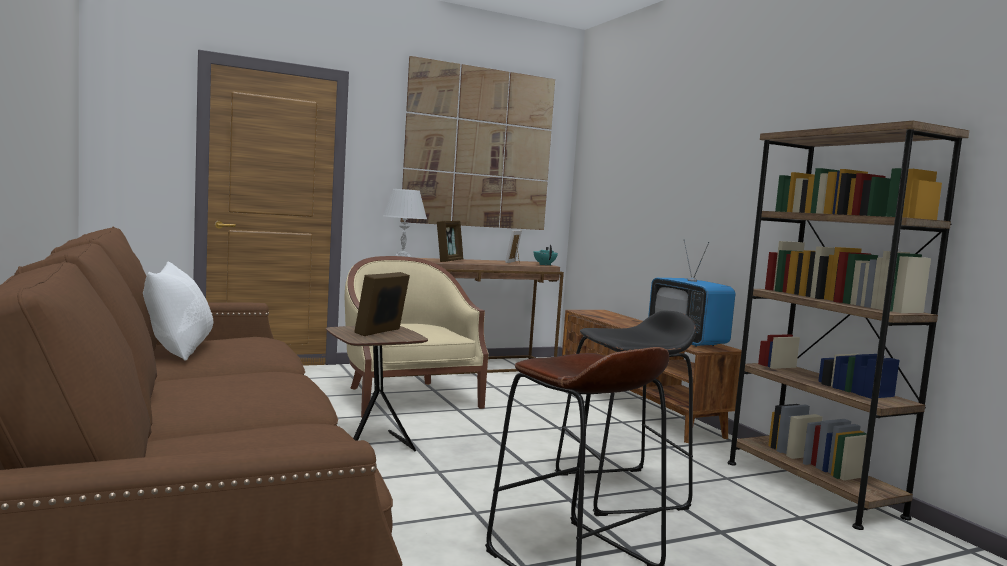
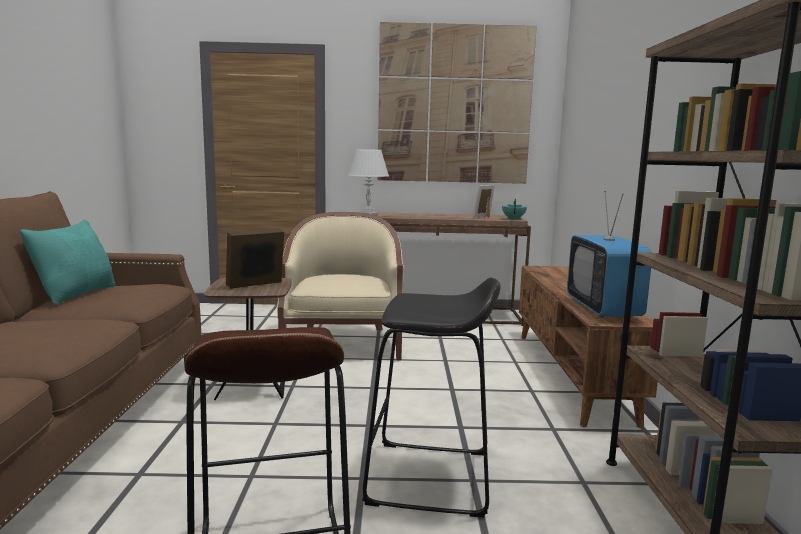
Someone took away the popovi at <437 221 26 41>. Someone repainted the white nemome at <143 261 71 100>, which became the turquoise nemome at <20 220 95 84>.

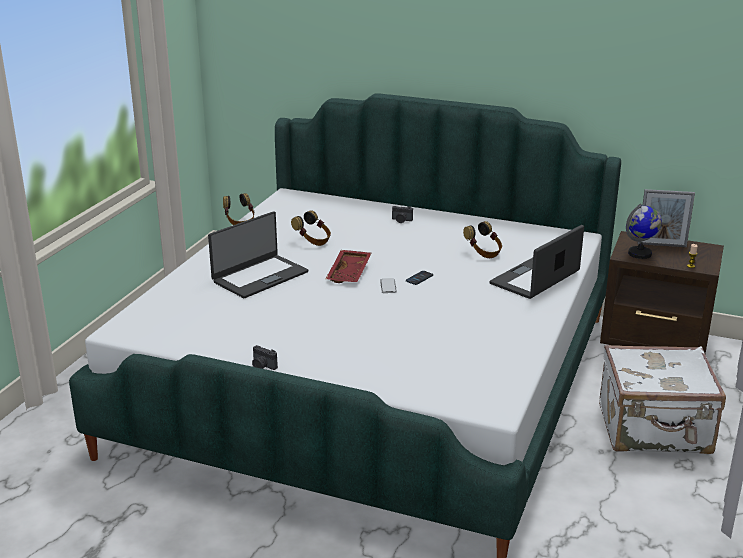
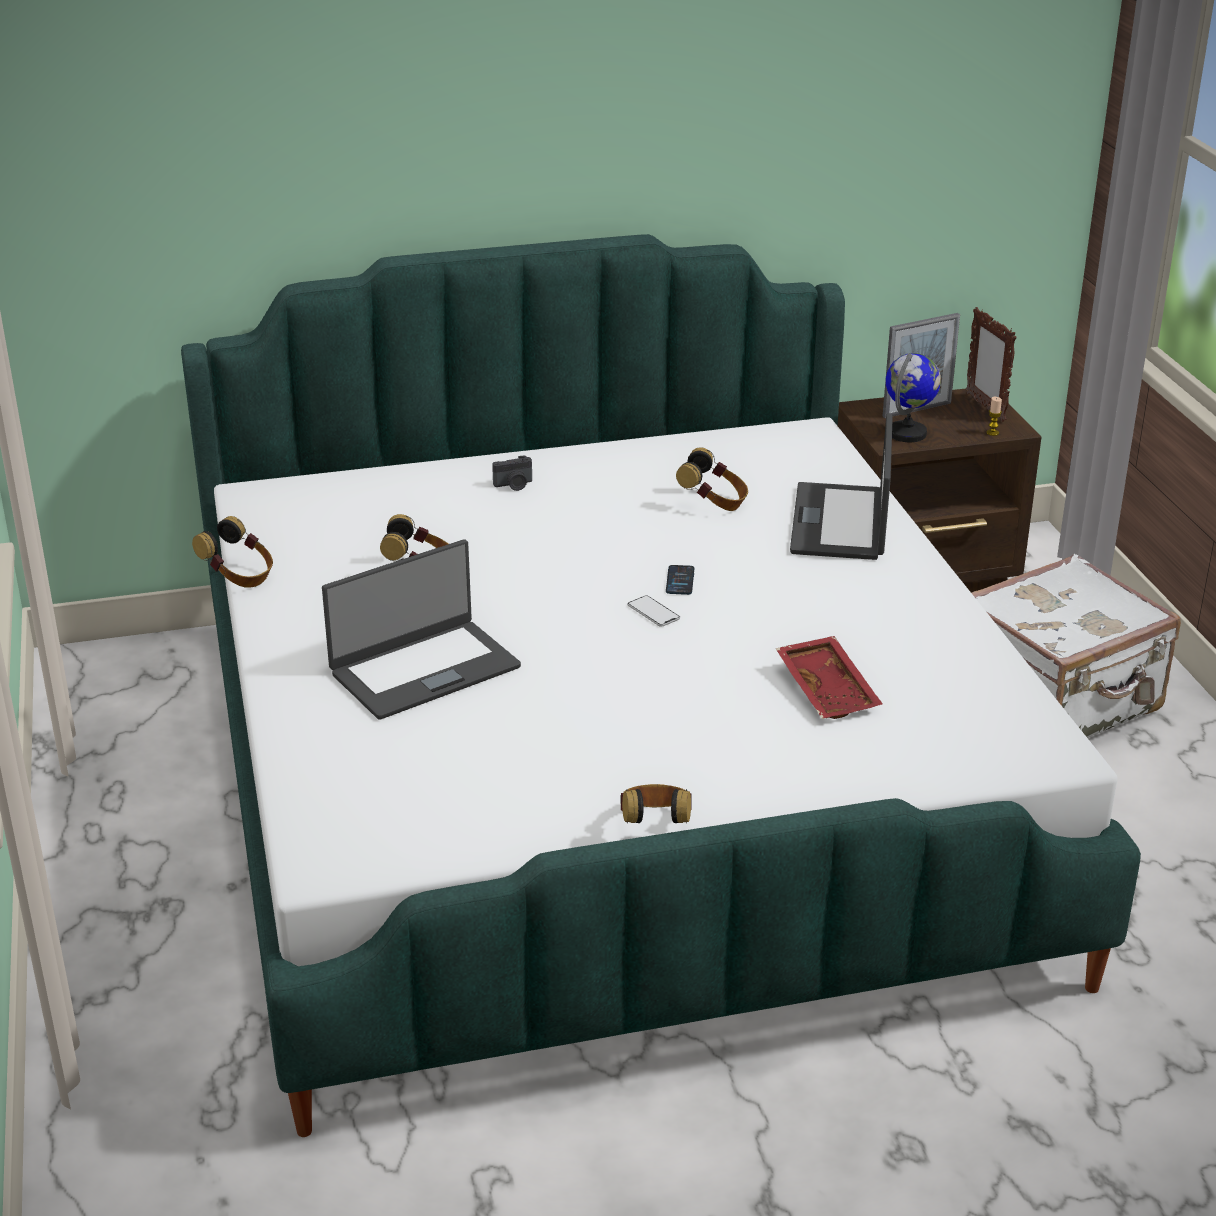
Someone put down the popovi at <966 307 51 115>. Someone carried the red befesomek from <326 250 45 33> to <776 636 107 83>. Someone swapped the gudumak at <252 345 26 25> for the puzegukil at <621 784 71 39>. Someone rotated the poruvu at <208 211 100 87> by 45 degrees clockwise.

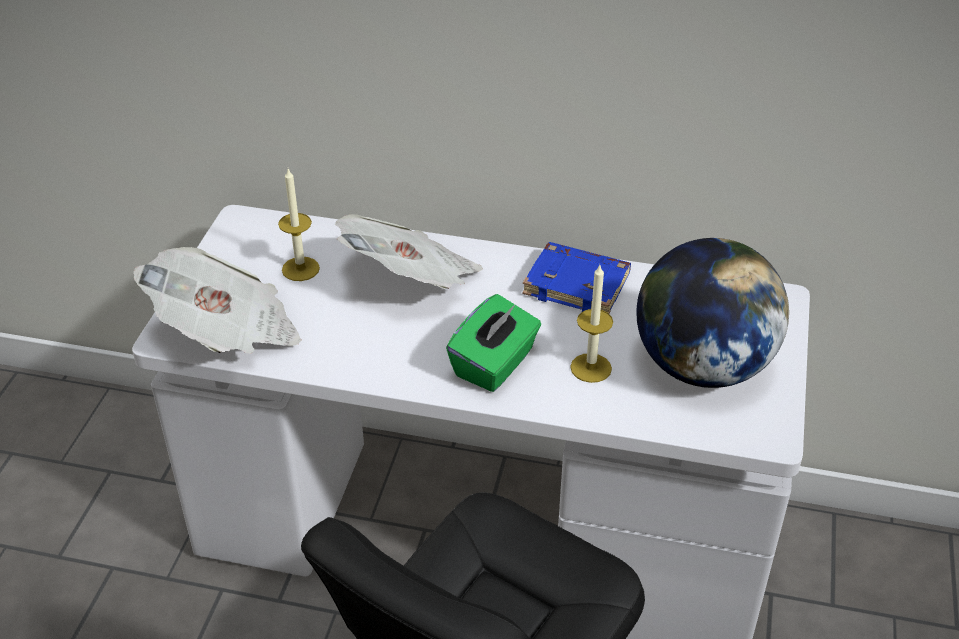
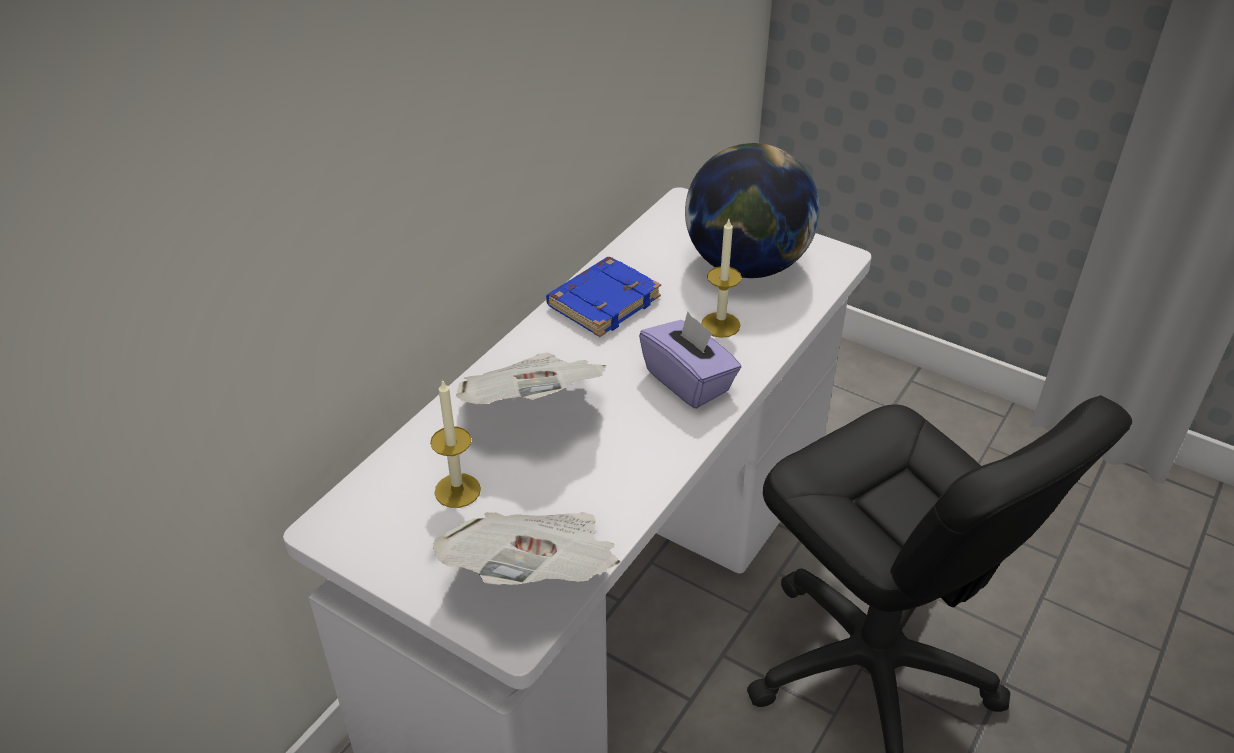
Someone repainted the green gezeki at <446 294 95 98>, which became the purple gezeki at <639 312 102 97>.

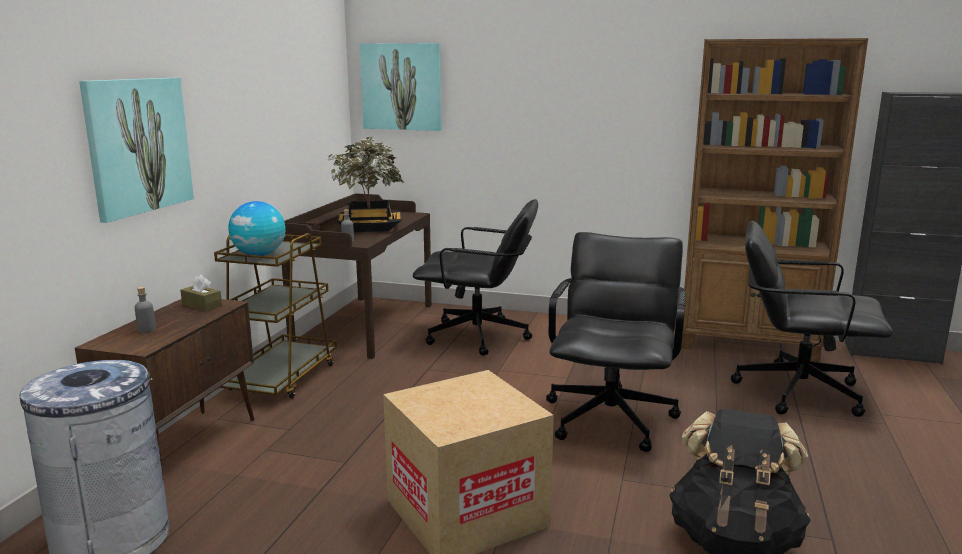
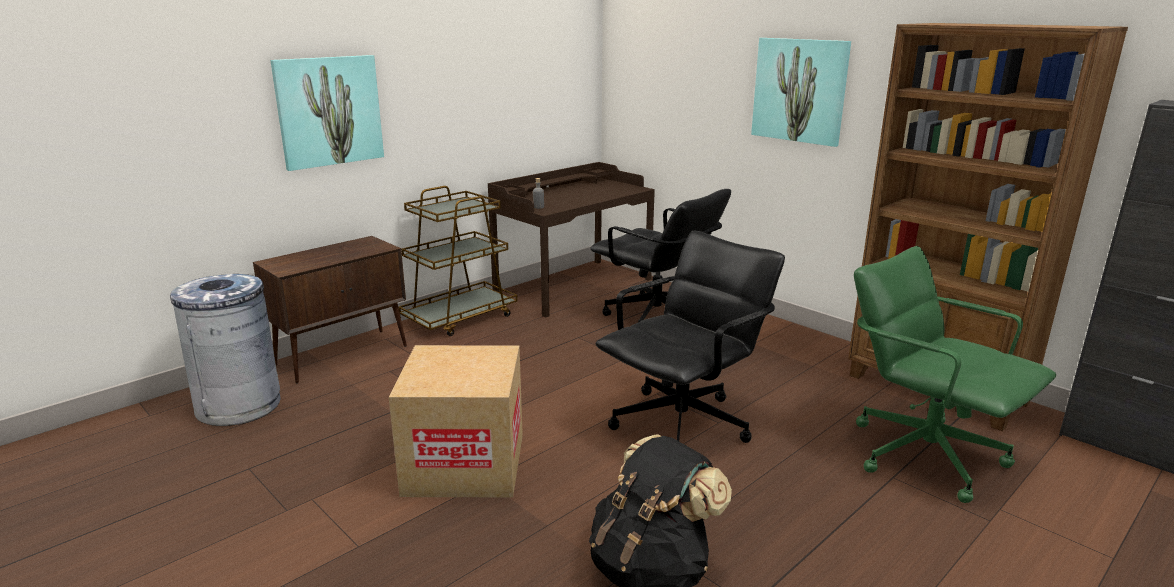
Someone took away the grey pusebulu at <134 287 22 46>. Someone took away the brown gezeki at <180 275 42 36>. Someone took away the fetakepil at <228 201 58 55>. Someone took away the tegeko at <327 137 77 95>. Someone carried the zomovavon from <360 43 82 88> to <751 38 100 109>. Someone repainted the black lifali at <731 221 162 196>, which became the green lifali at <854 246 202 257>.

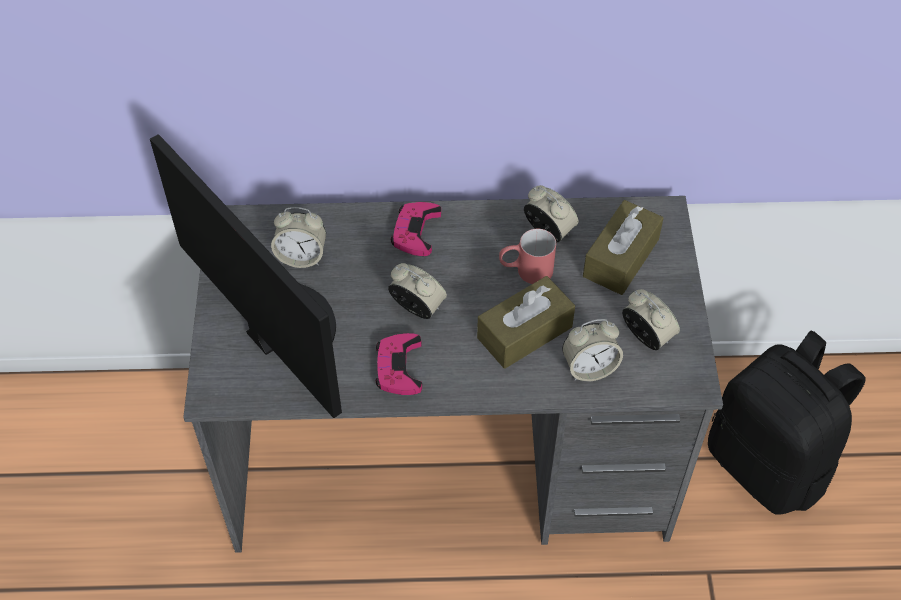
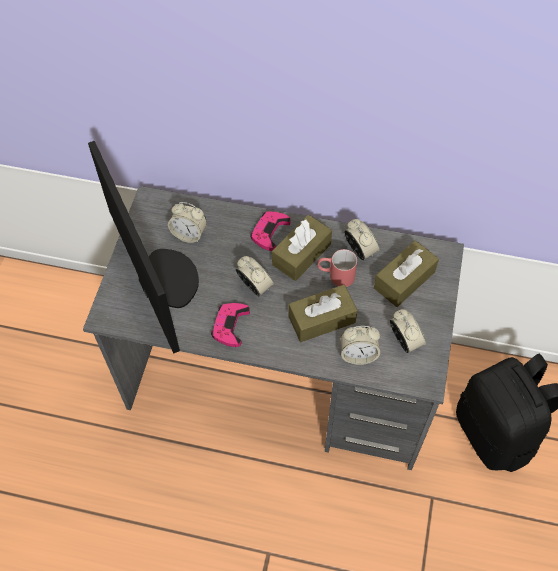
Someone put down the brown gezeki at <272 215 60 66>.

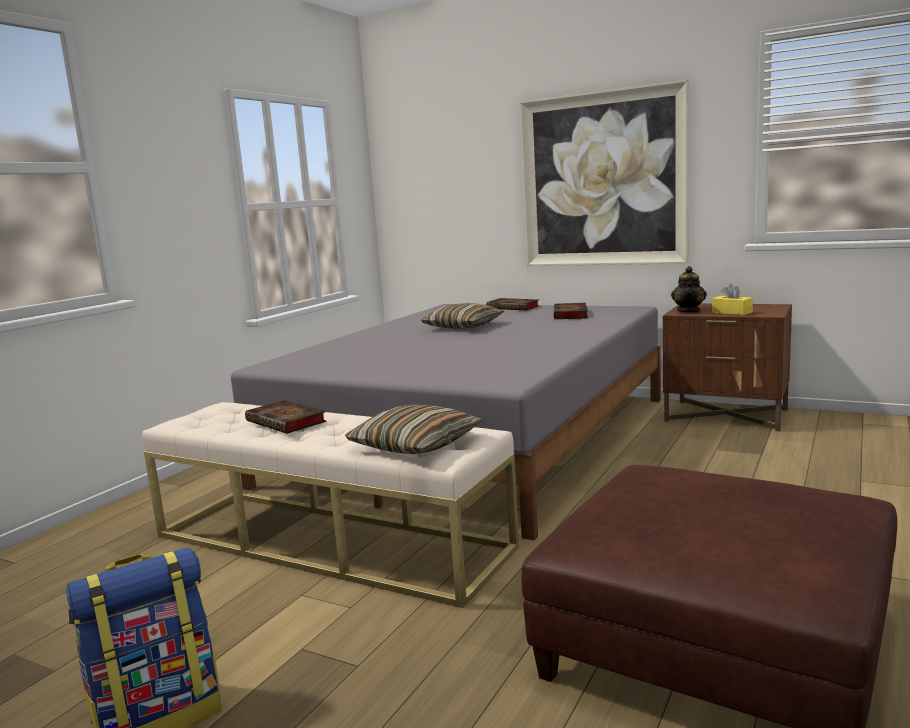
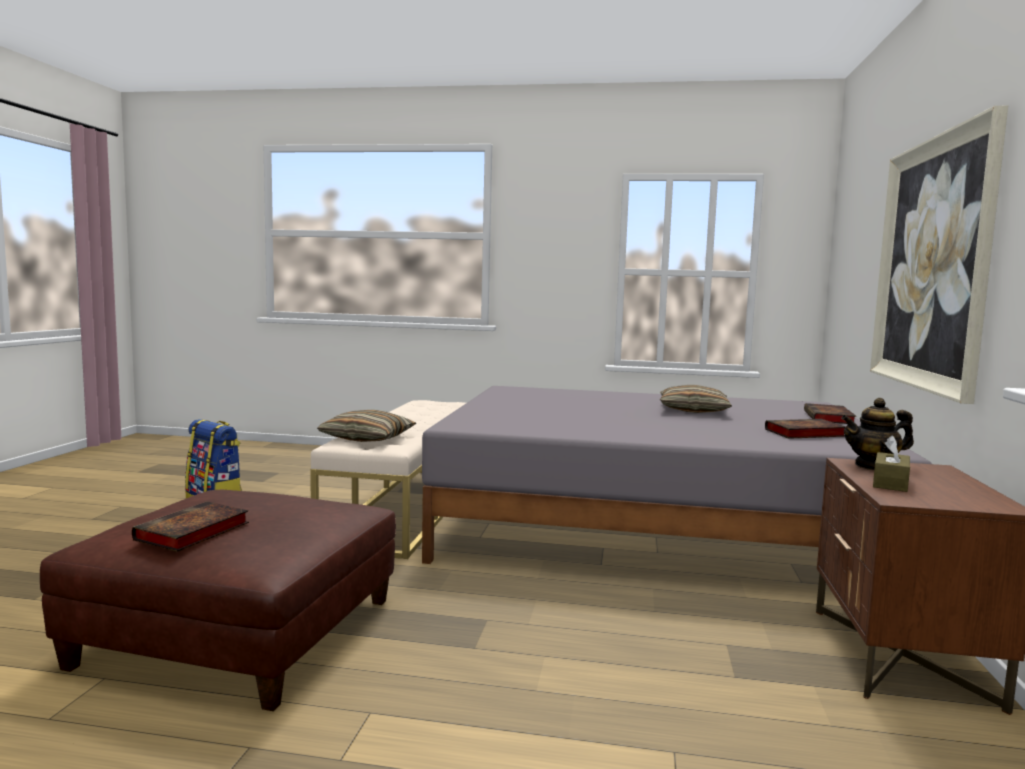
Someone carried the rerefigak from <245 400 82 34> to <132 502 117 50>. Someone repainted the yellow gezeki at <712 284 41 31>, which became the brown gezeki at <873 435 37 57>.

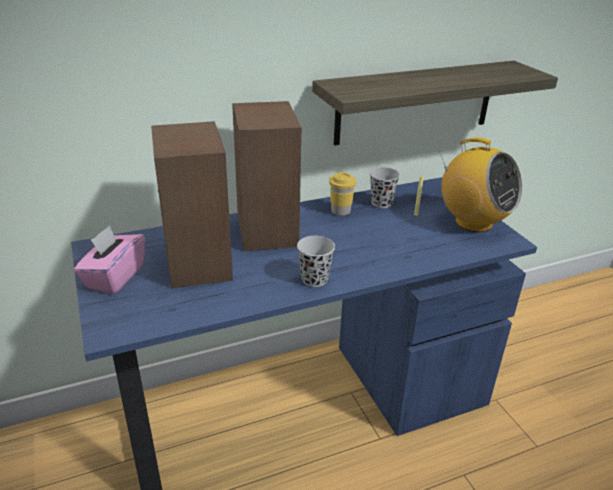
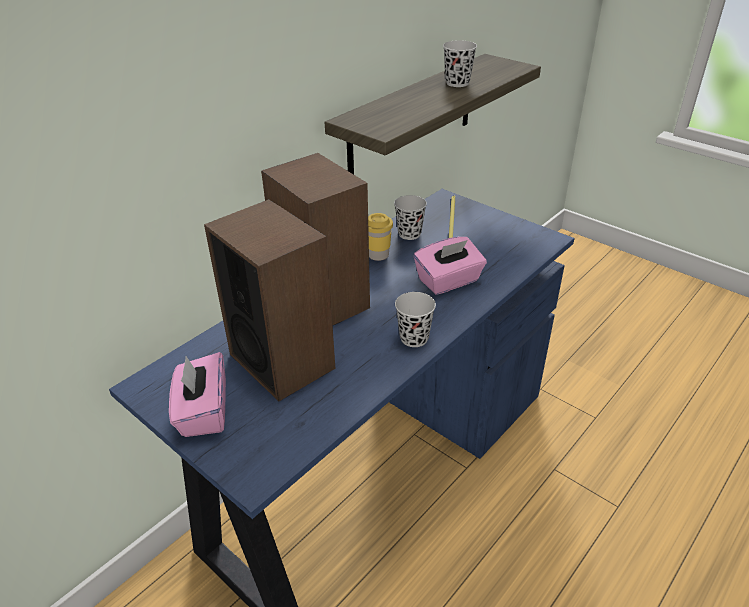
Someone took away the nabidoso at <439 137 83 95>. Someone put down the pink gezeki at <414 237 73 58>. Someone put down the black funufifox at <443 40 34 47>.

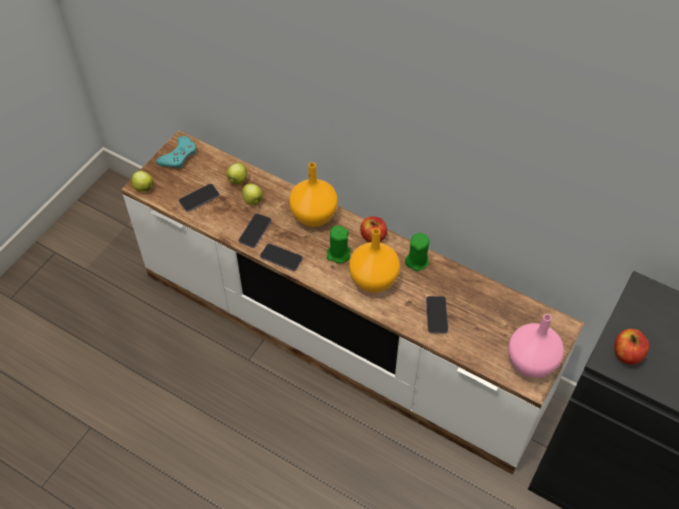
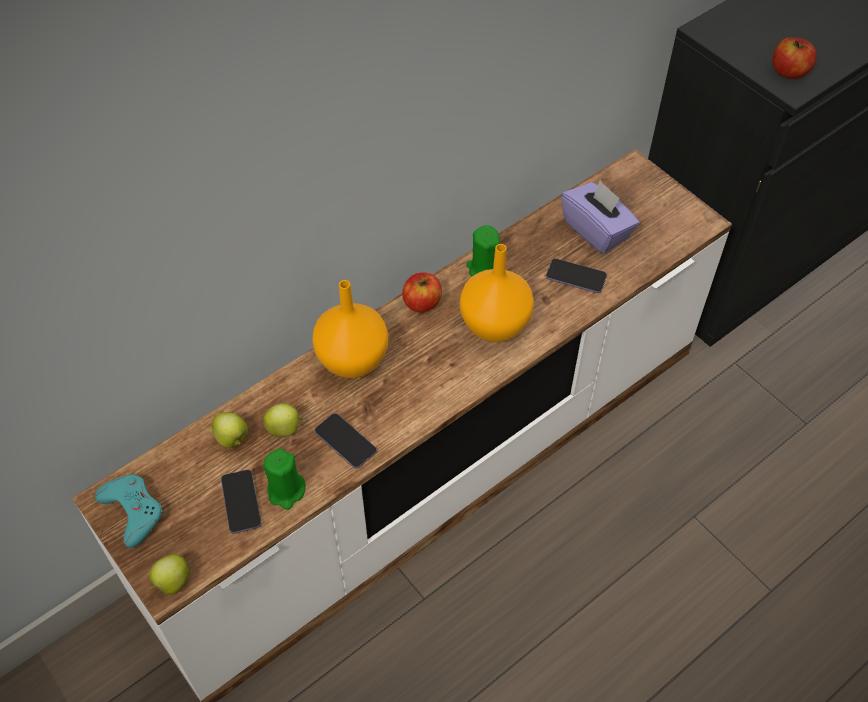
Someone took away the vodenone at <260 244 43 27>. Someone took away the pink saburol at <508 314 56 64>. Someone put down the purple gezeki at <561 180 79 74>. Someone carried the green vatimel from <327 226 24 37> to <263 448 43 62>.

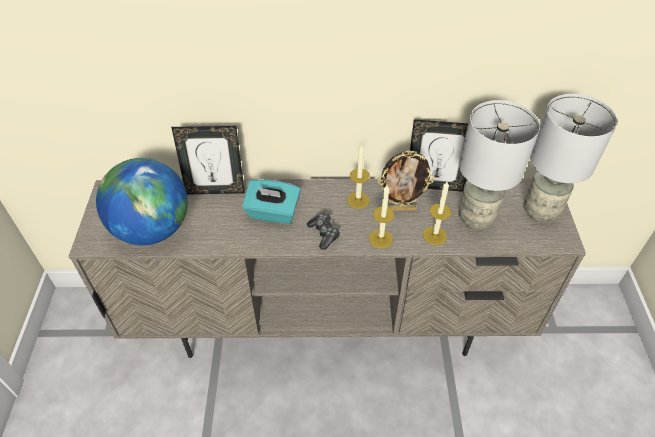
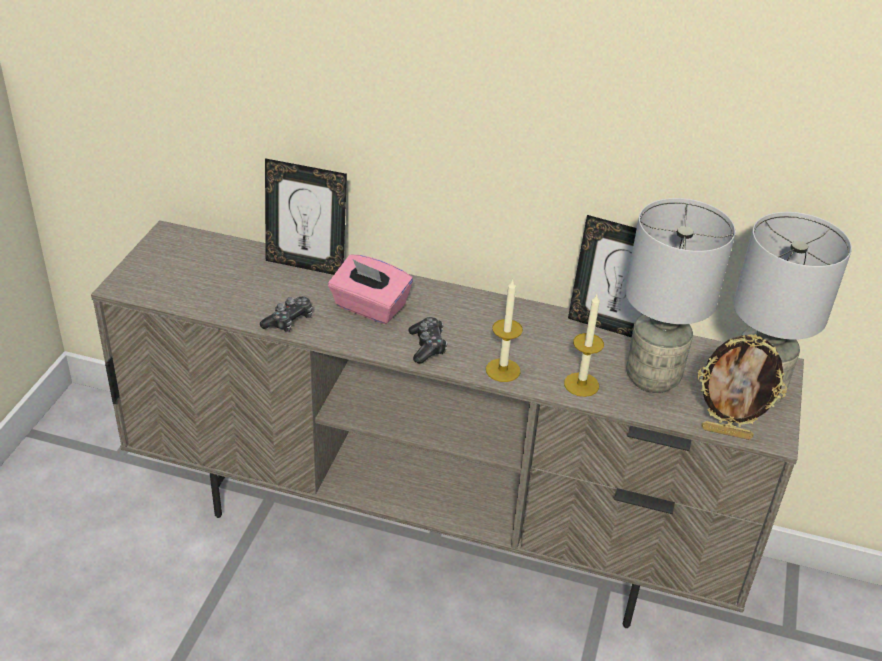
Someone took away the fetakepil at <96 158 92 87>. Someone took away the vatimel at <347 145 23 64>. Someone put down the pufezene at <260 297 53 35>. Someone carried the popovi from <378 150 56 61> to <697 334 90 106>. Someone repainted the turquoise gezeki at <242 179 59 45>, which became the pink gezeki at <328 255 85 69>.

